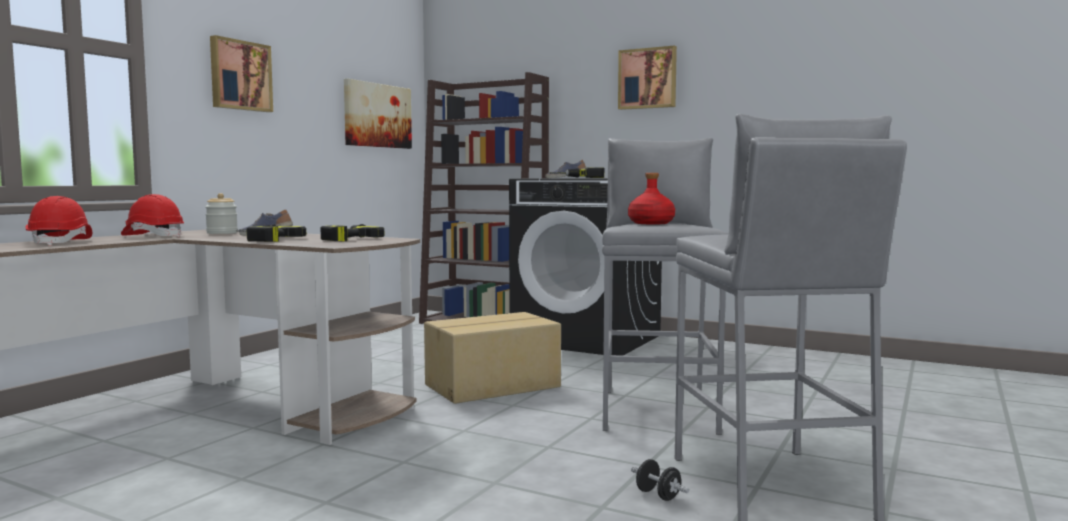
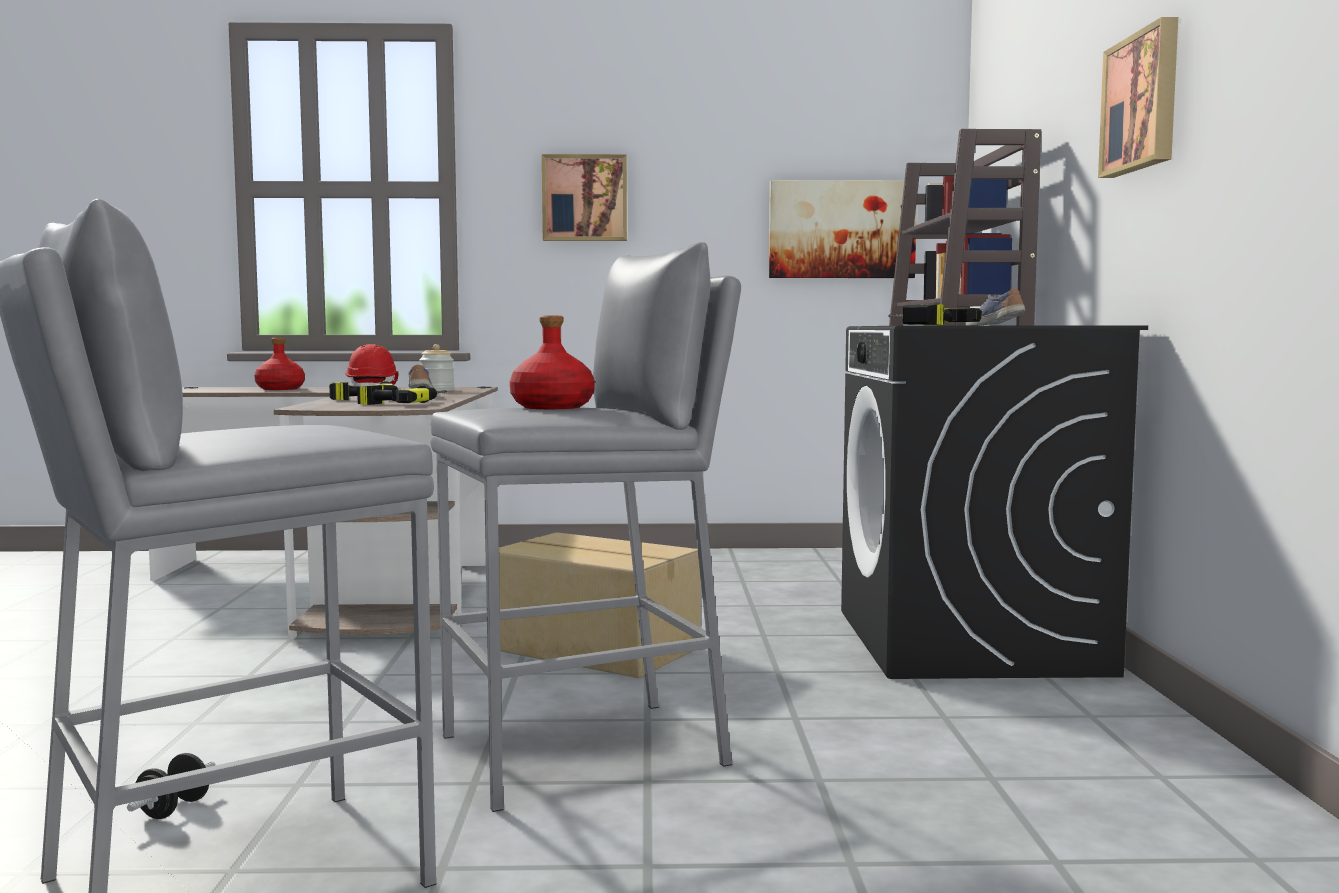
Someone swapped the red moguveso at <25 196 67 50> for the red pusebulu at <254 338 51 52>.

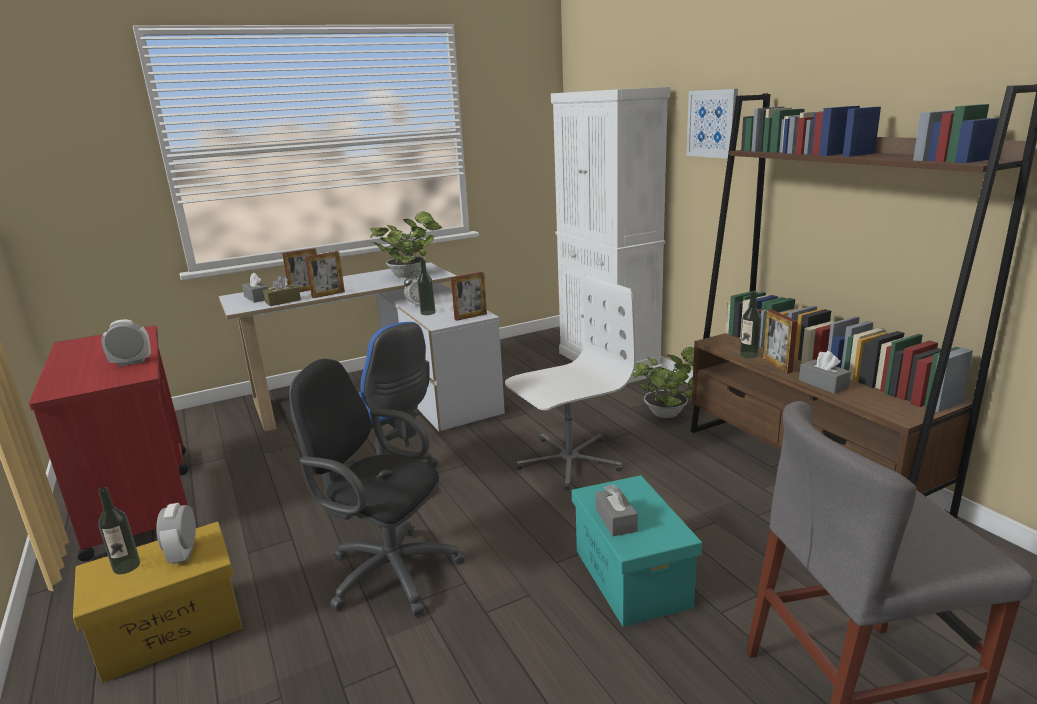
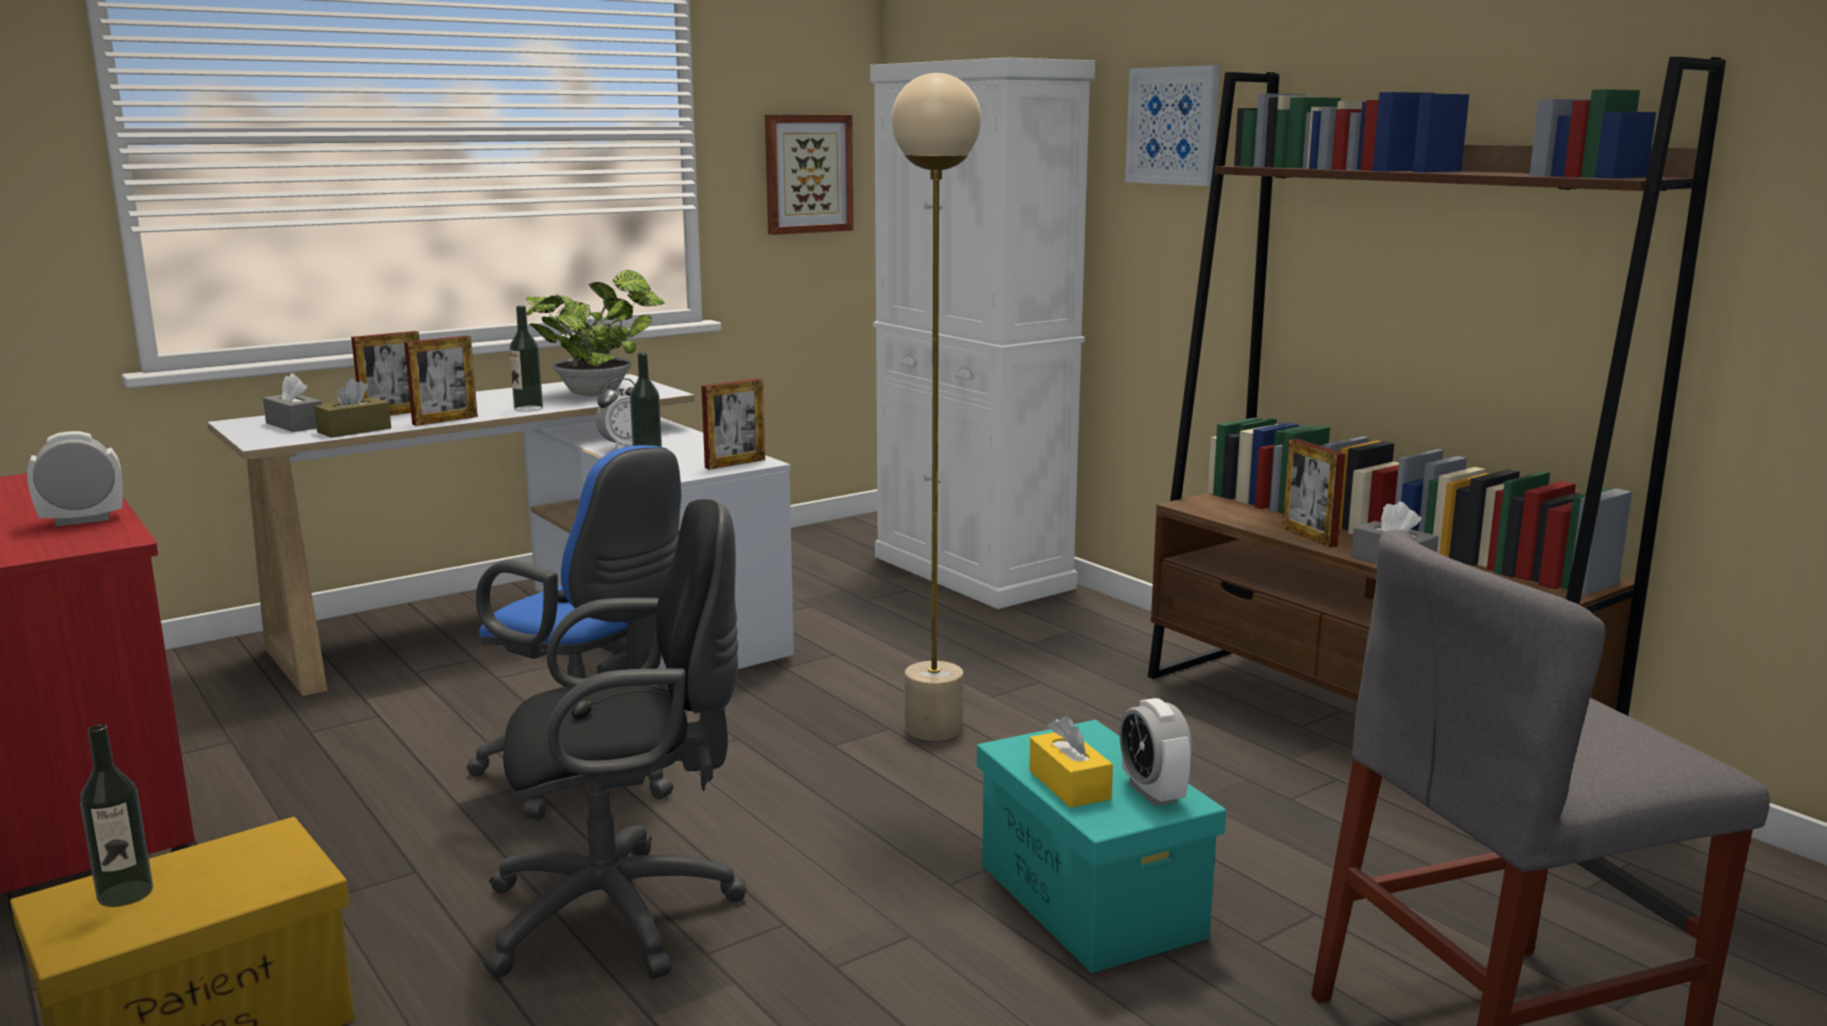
Someone took away the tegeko at <633 347 61 71>. Someone put up the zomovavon at <765 115 89 120>. Someone carried the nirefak from <156 503 40 61> to <1120 698 73 108>. Someone carried the pusebulu from <740 291 21 67> to <509 306 34 106>. Someone swapped the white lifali at <505 275 131 215> for the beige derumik at <891 73 91 668>. Someone repainted the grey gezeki at <596 484 42 52>, which became the yellow gezeki at <1029 715 84 93>. Someone rotated the black lifali at <289 359 176 257> by 150 degrees clockwise.

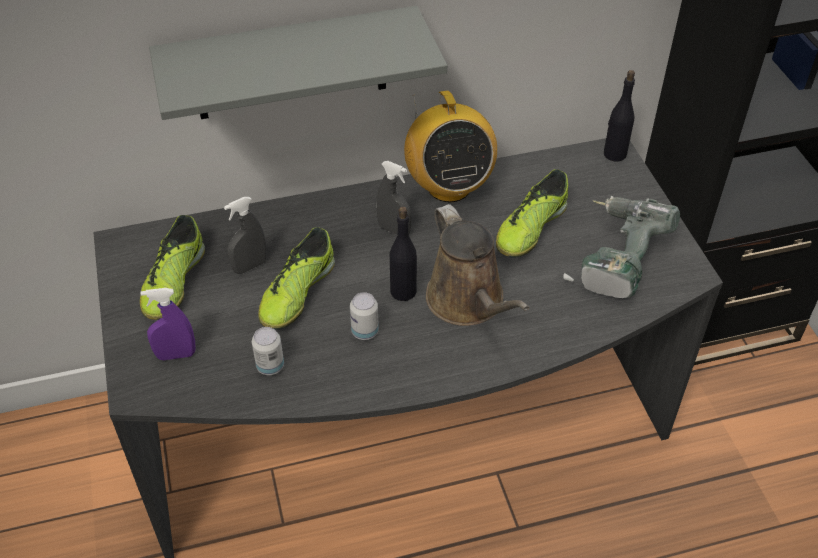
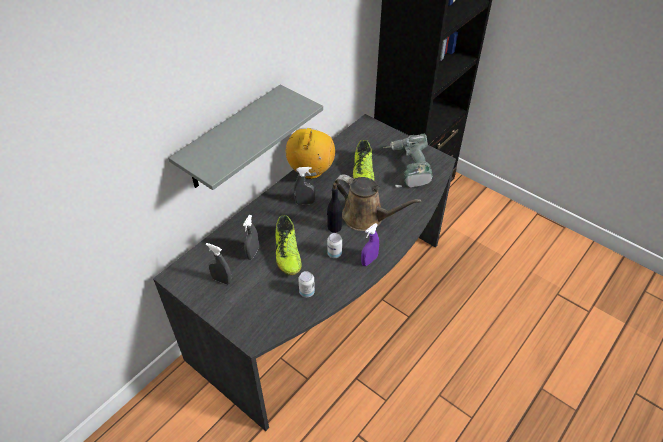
Someone took away the black pusebulu at <604 70 31 91>. Someone carried the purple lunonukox from <140 288 56 72> to <361 223 18 43>. Someone swapped the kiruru at <140 215 65 105> for the grey lunonukox at <206 243 26 42>. Someone rotated the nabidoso at <404 91 93 111> by 120 degrees counterclockwise.

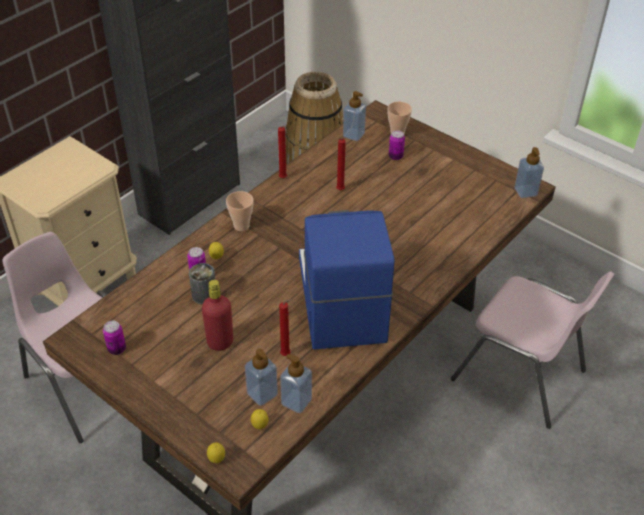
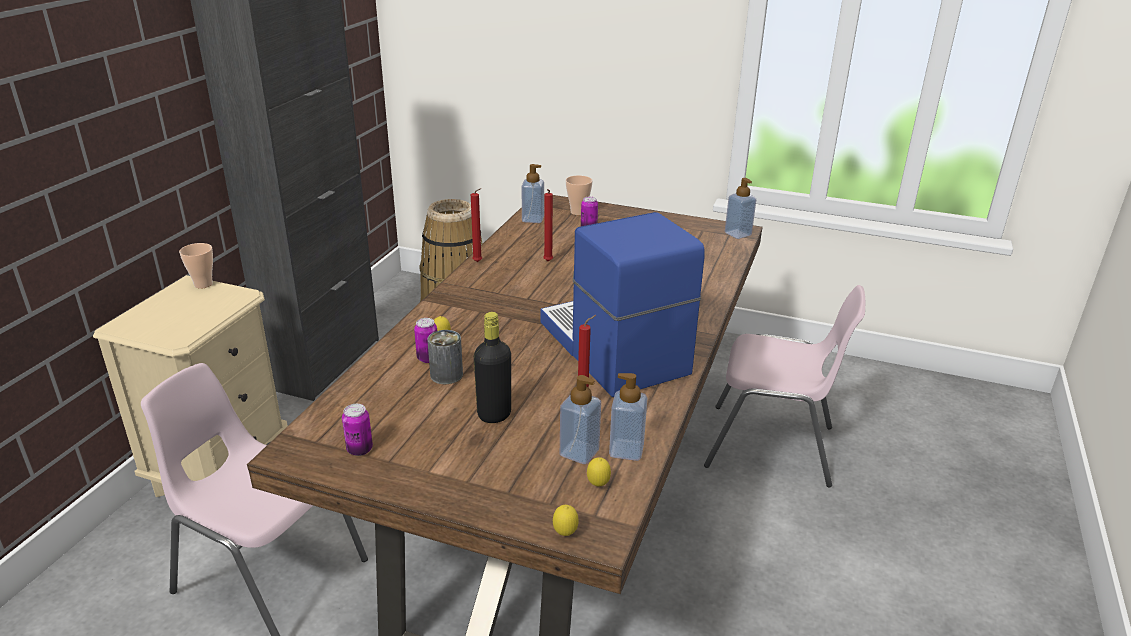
Someone carried the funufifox from <226 191 28 40> to <179 243 34 46>. Someone repainted the red pusebulu at <202 280 31 71>, which became the black pusebulu at <474 312 37 111>.

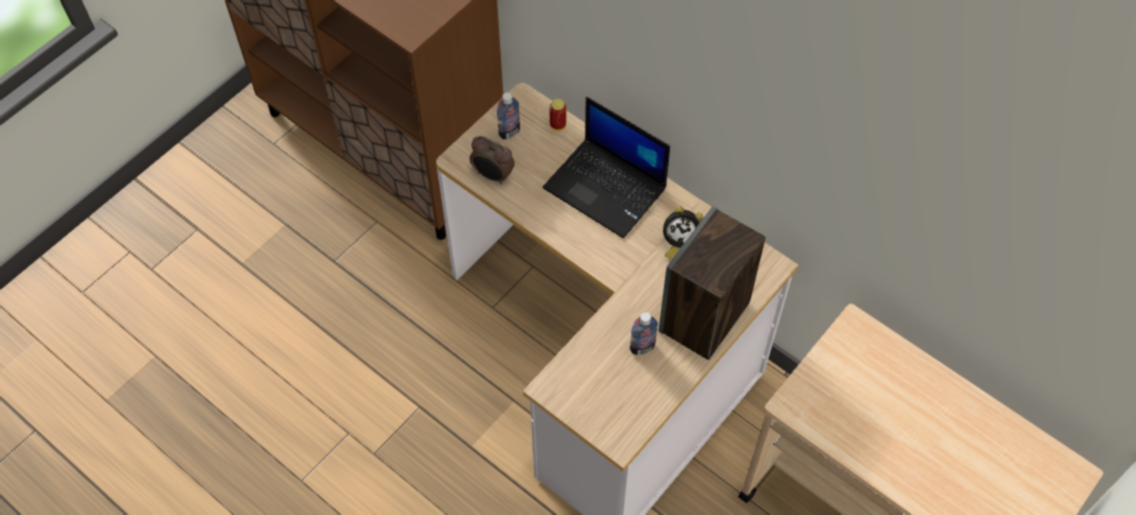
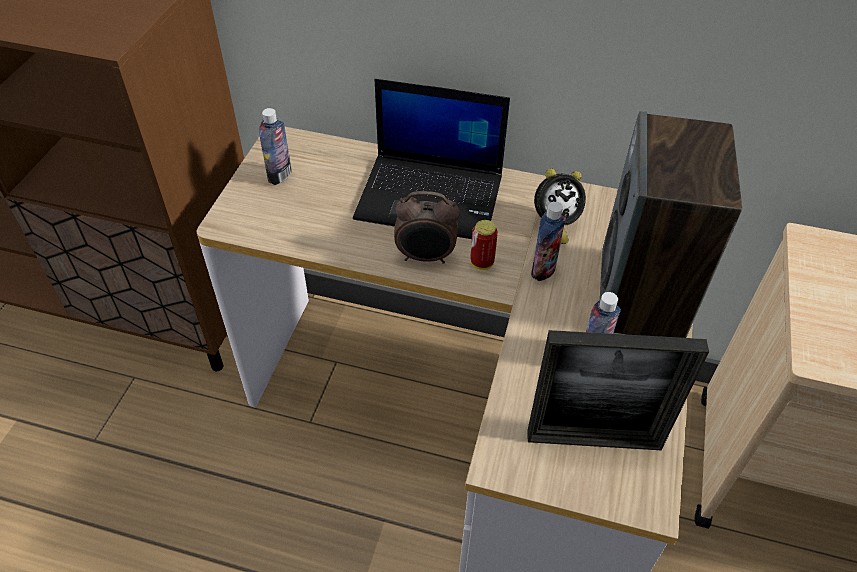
Someone put down the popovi at <527 330 182 120>. Someone put down the pusebulu at <531 202 35 79>. Someone carried the nirefak from <470 136 45 49> to <394 191 66 73>. Someone carried the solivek from <549 99 17 32> to <470 220 28 50>.

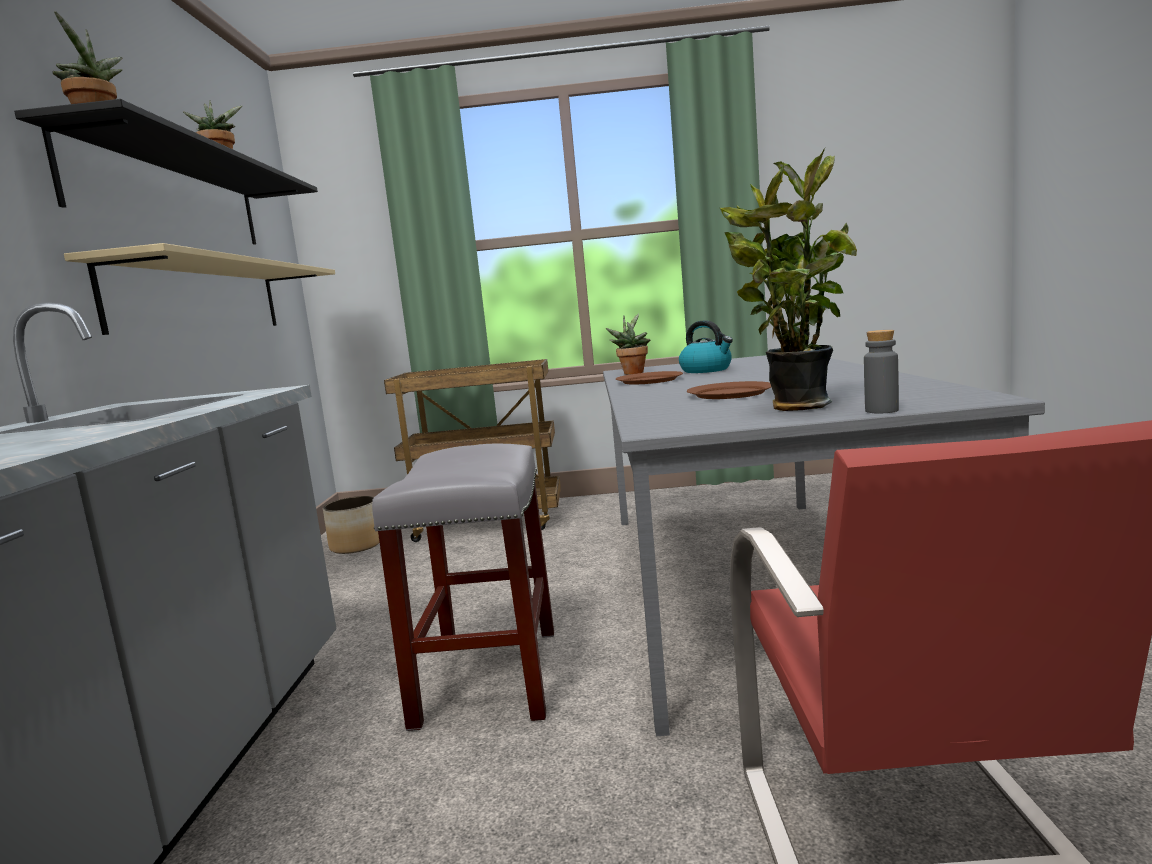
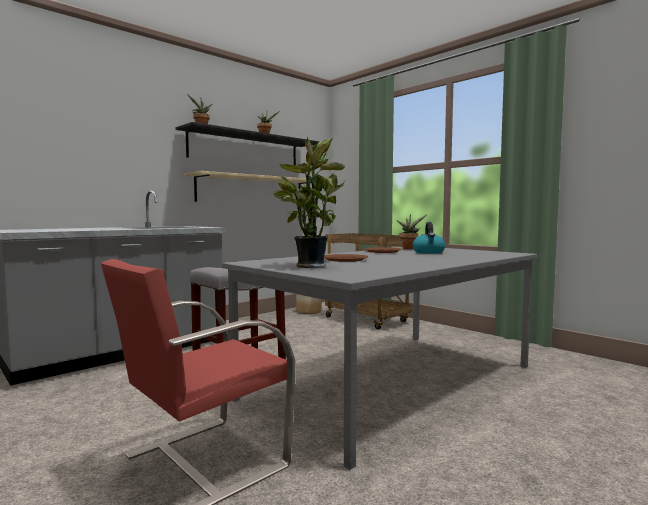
Someone took away the grey pusebulu at <864 330 35 83>.

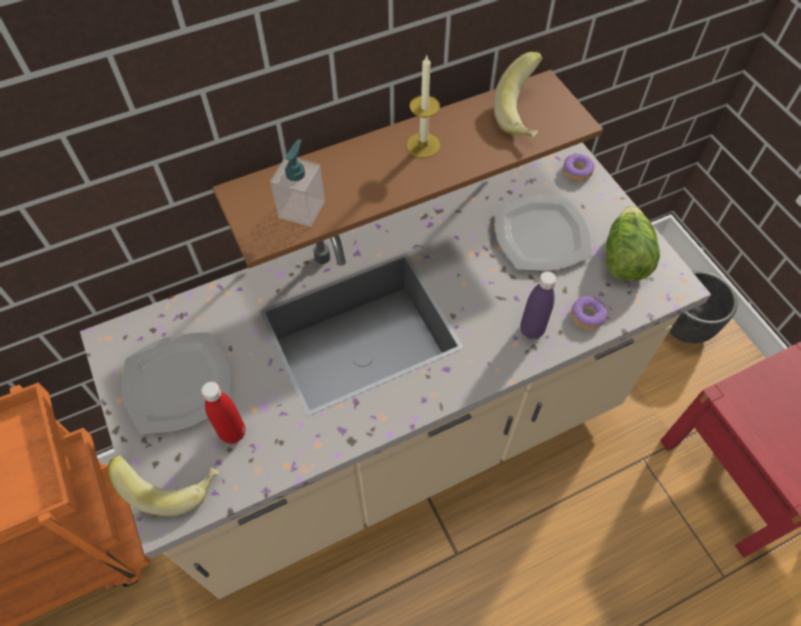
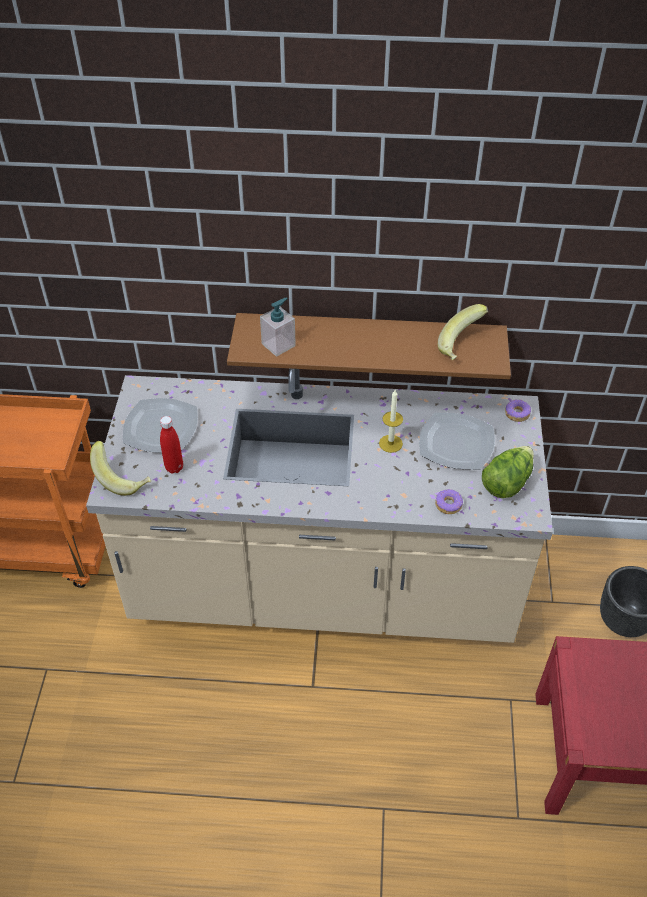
Someone took away the purple pusebulu at <520 271 37 68>. Someone carried the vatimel from <406 54 34 104> to <379 390 24 63>.

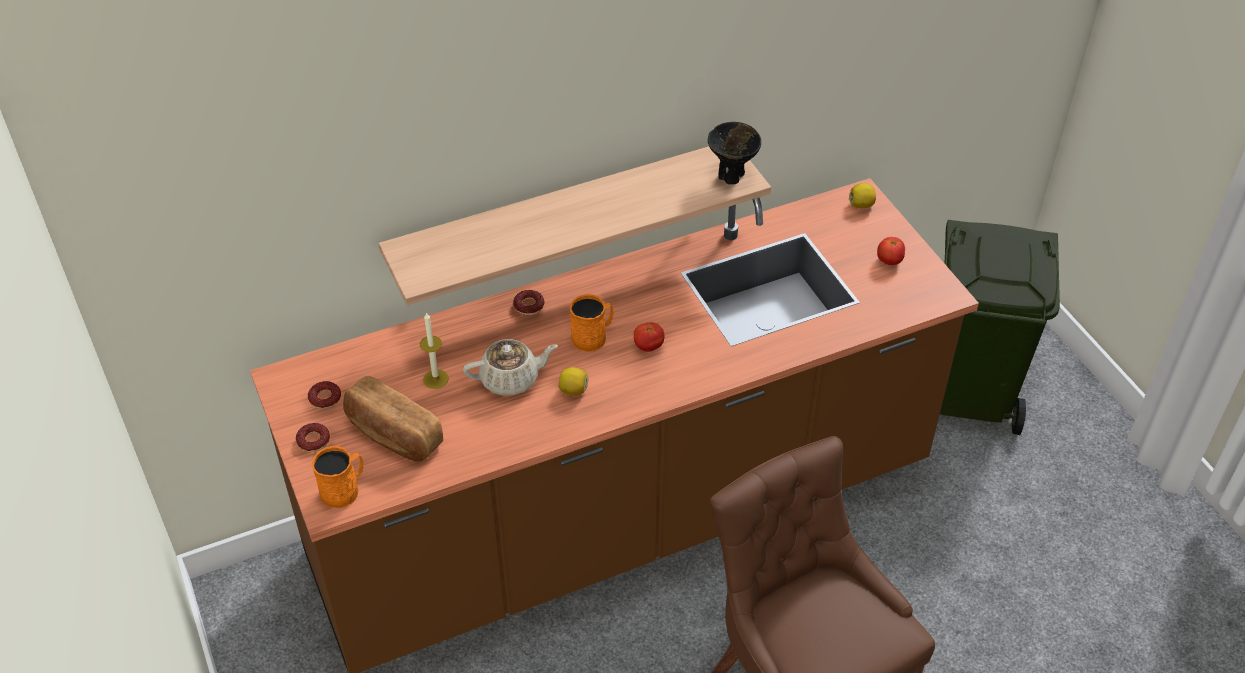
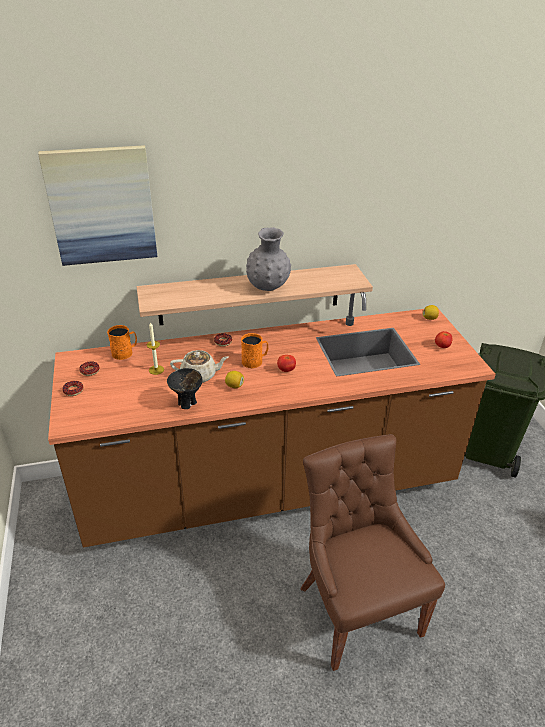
Someone took away the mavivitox at <343 376 100 86>. Someone put up the zomovavon at <38 145 119 121>. Someone put down the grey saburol at <246 227 45 64>. Someone carried the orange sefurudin from <312 446 52 62> to <107 325 30 35>. Someone carried the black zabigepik from <708 122 53 62> to <167 368 36 41>.

